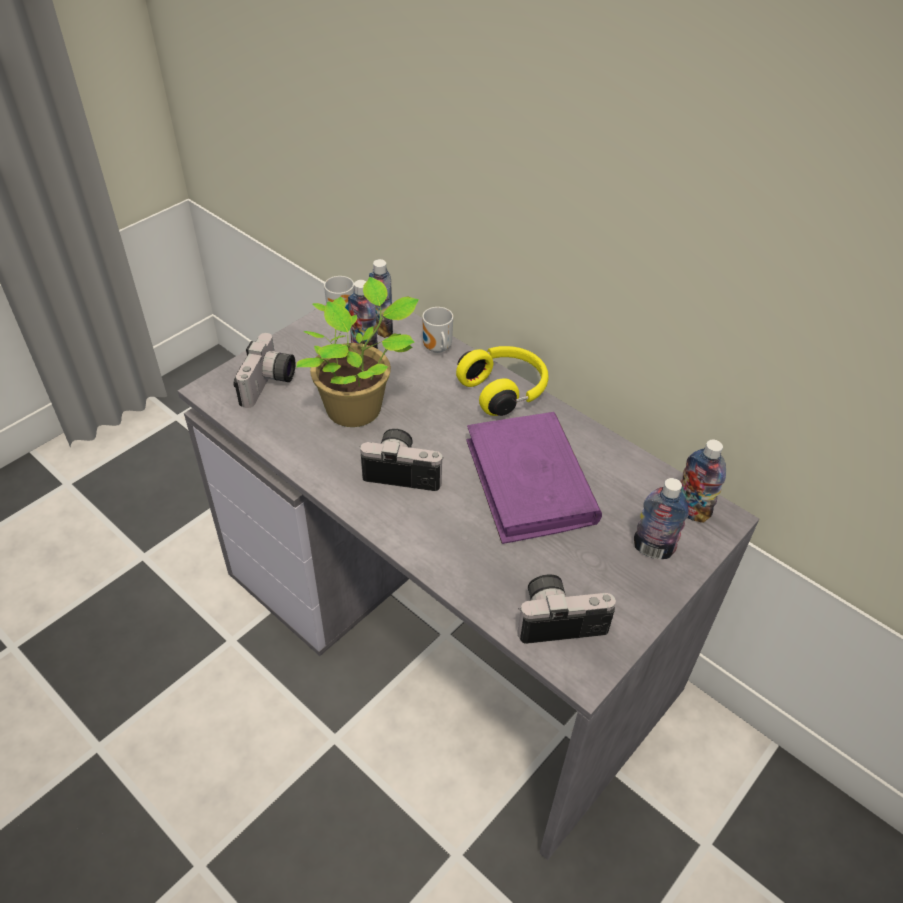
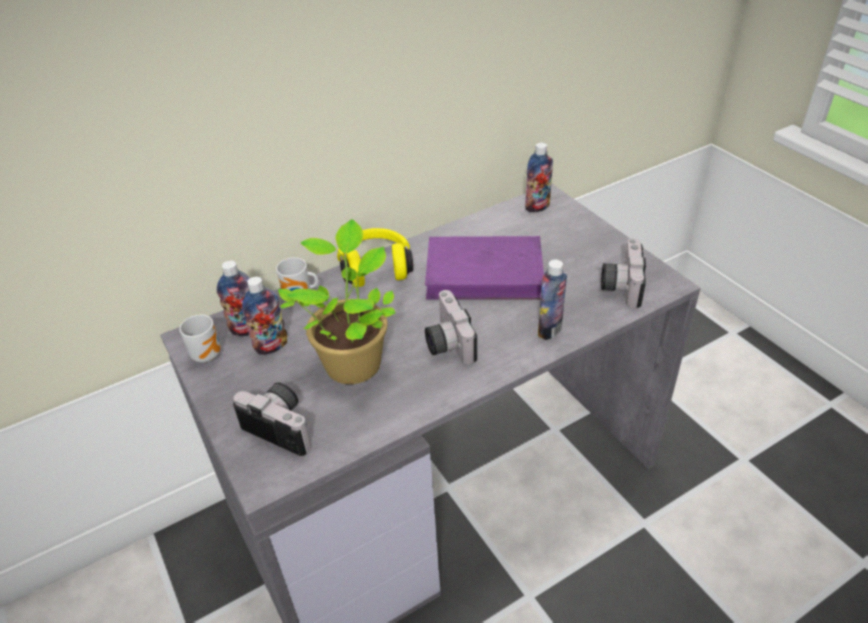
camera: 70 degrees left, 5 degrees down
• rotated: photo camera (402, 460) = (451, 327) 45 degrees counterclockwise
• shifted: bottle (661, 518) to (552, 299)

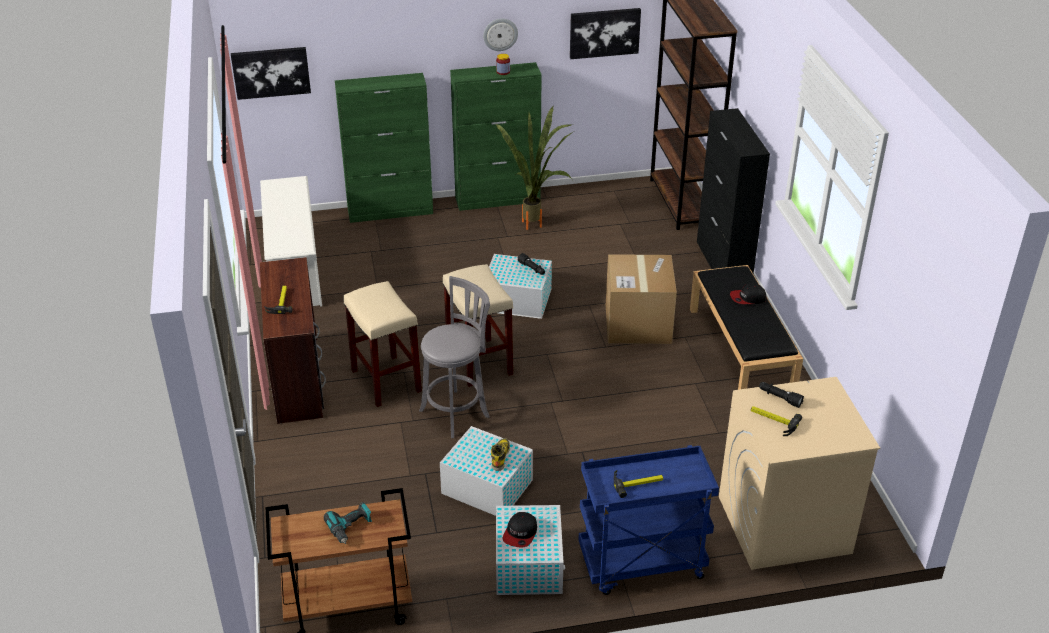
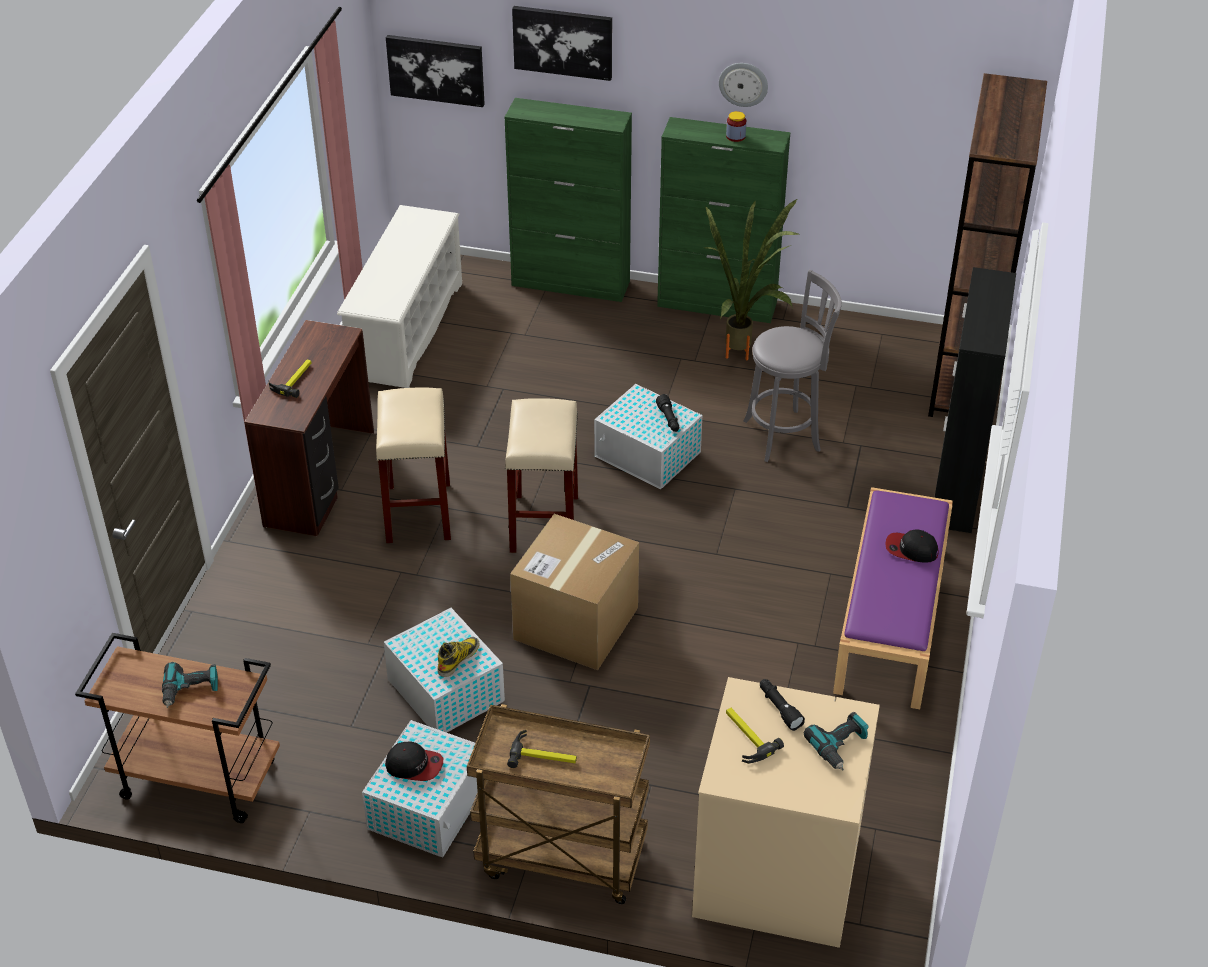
camera: 25 degrees right, 5 degrees up
• rotated: cap (520, 530) = (414, 761) 120 degrees counterclockwise
• repainted: blue cart (648, 520) to brown cart (558, 804)
• shifted: cardboard box (641, 299) to (574, 592)
• shifted: picture (605, 33) to (562, 43)
• shifted: grey stool (454, 357) to (792, 366)
• new: power drill (836, 741)
• repainted: black bench (746, 327) to purple bench (893, 598)

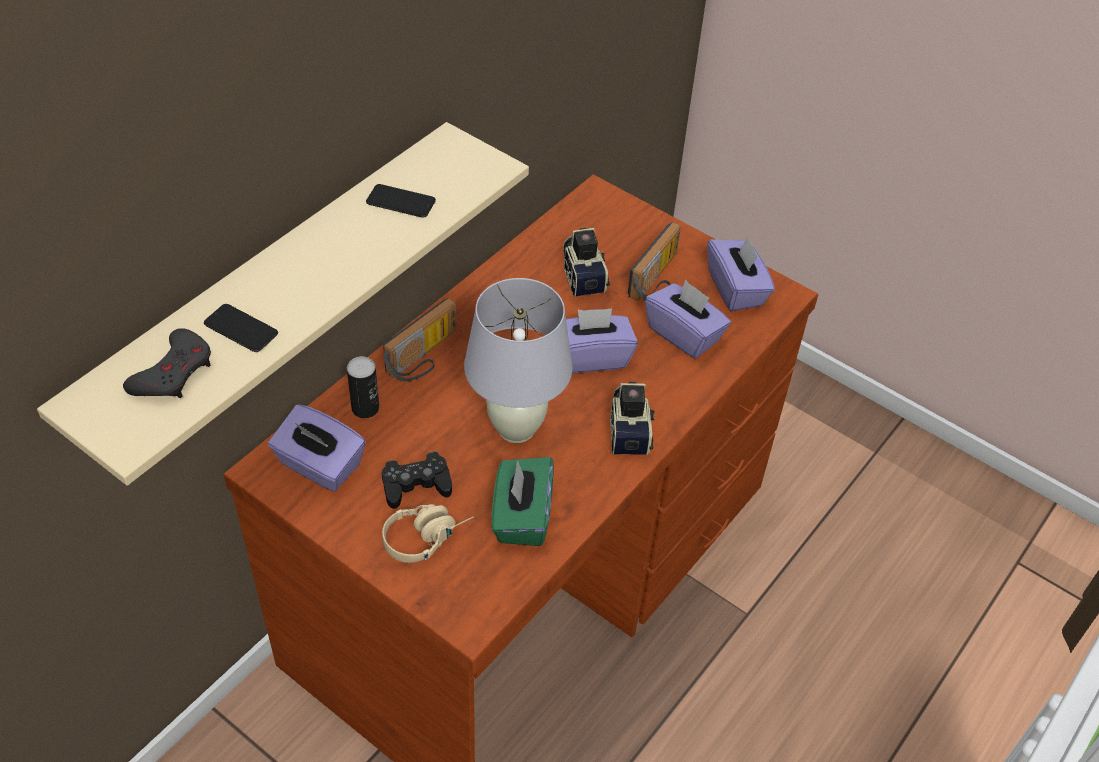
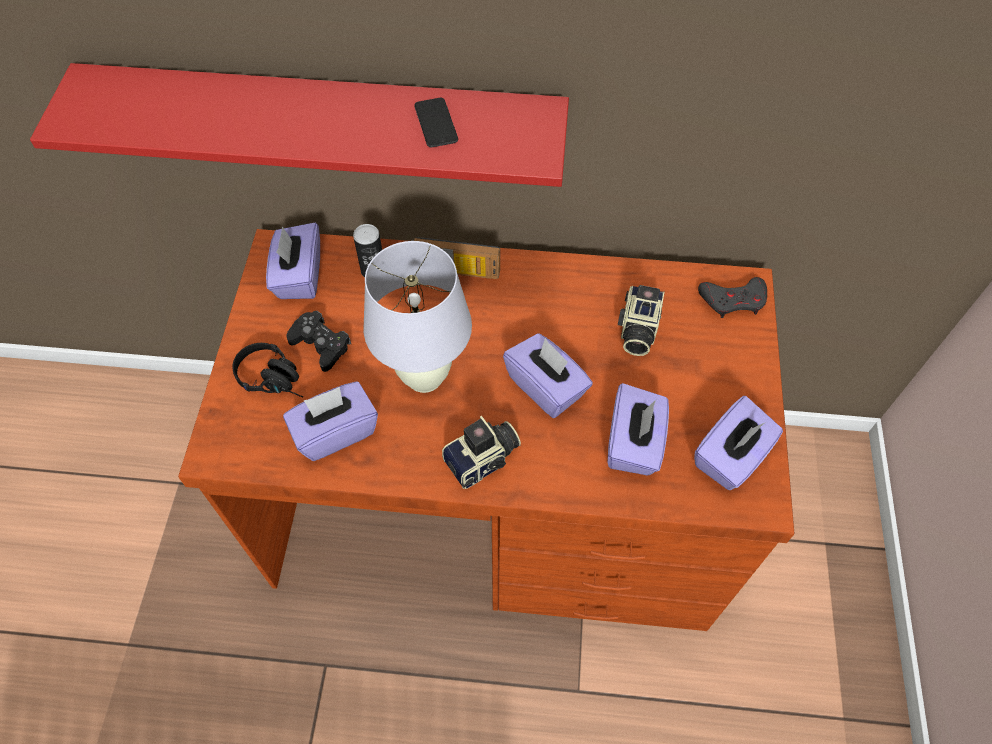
camera: 60 degrees right, 10 degrees up
• repainted: beige shelf (283, 304) to red shelf (299, 125)
• repainted: beige headphones (428, 533) to black headphones (267, 370)
• repainted: green tissue box (523, 501) to purple tissue box (330, 421)
• rotated: photo camera (586, 262) = (641, 320) 150 degrees clockwise
• shifted: grey game controller (167, 363) to (732, 297)
• gone: phone (241, 328)
• gone: radio (654, 261)

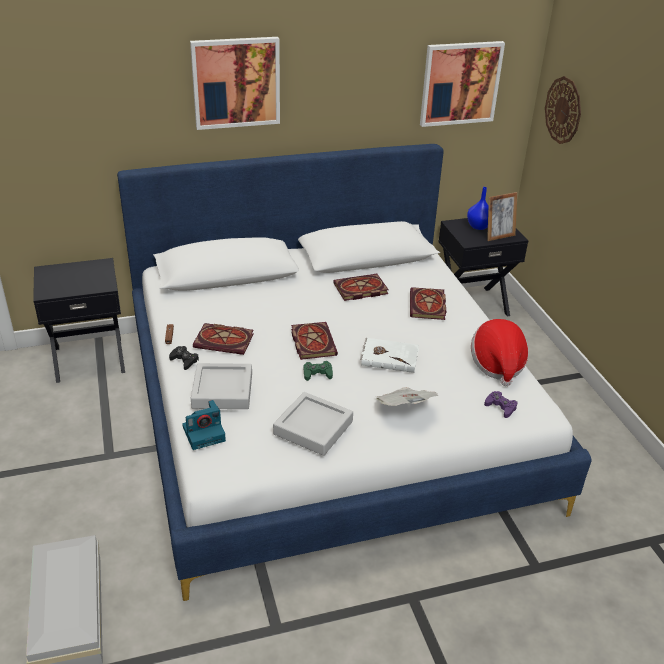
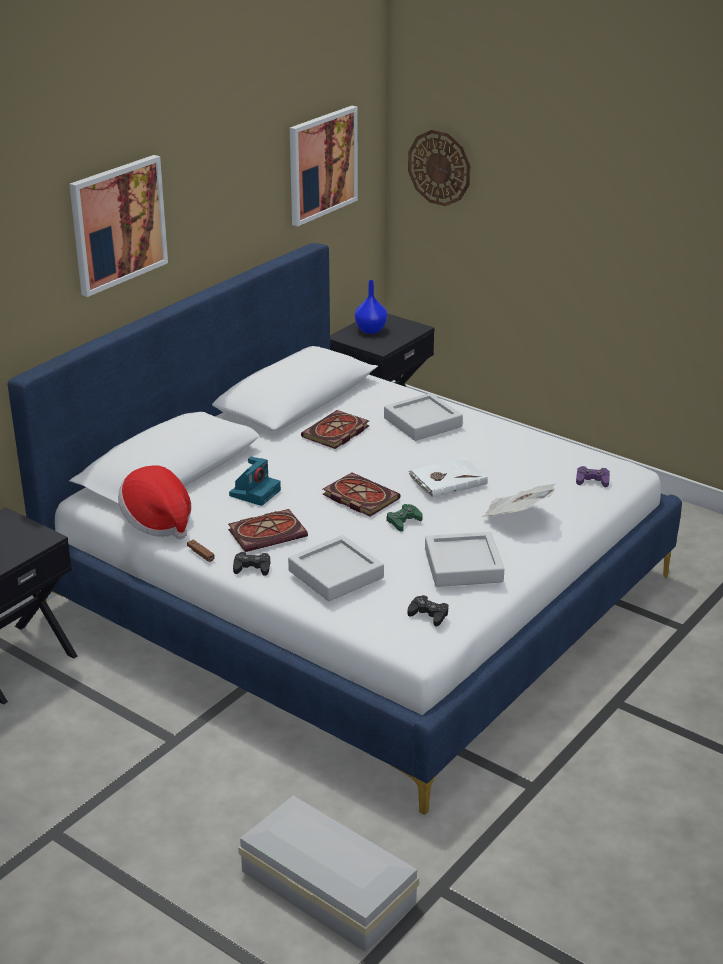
camera: 35 degrees left, 5 degrees down
• shifted: hat (500, 352) to (155, 502)
• shifted: photo camera (204, 425) to (255, 481)
• swapped: book (428, 303) to grey tray (423, 417)
• new: black game controller (428, 611)
• gone: picture frame (502, 216)

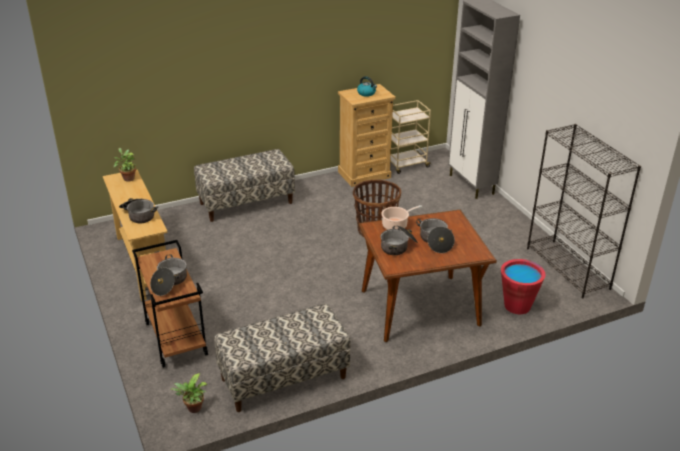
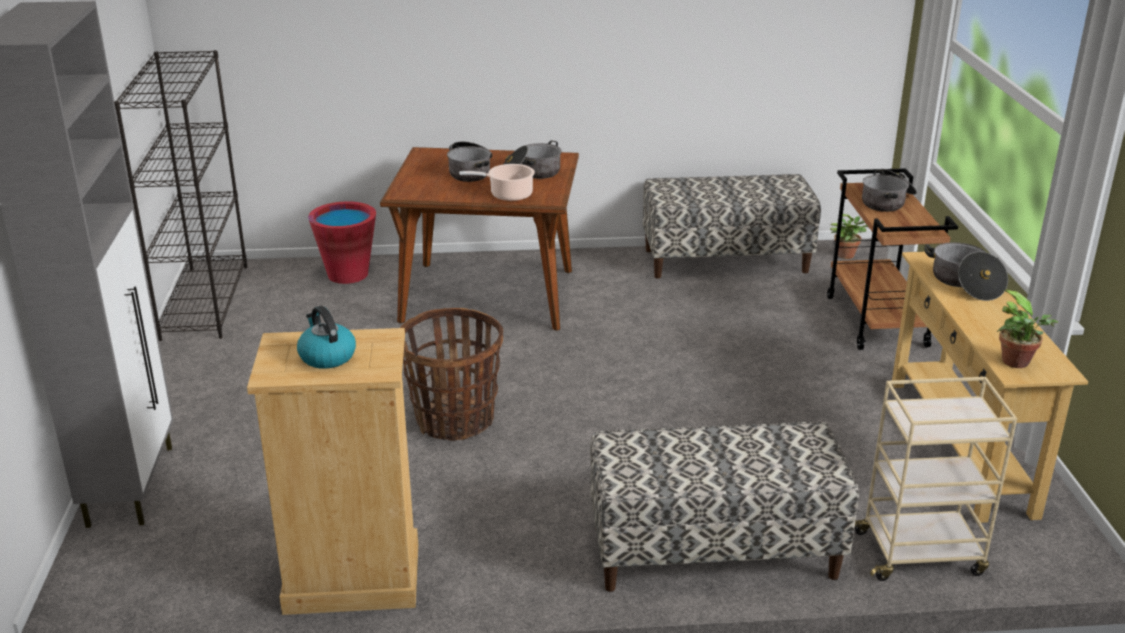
camera: 160 degrees left, 5 degrees down
• shifted: beige cart (411, 137) to (936, 479)

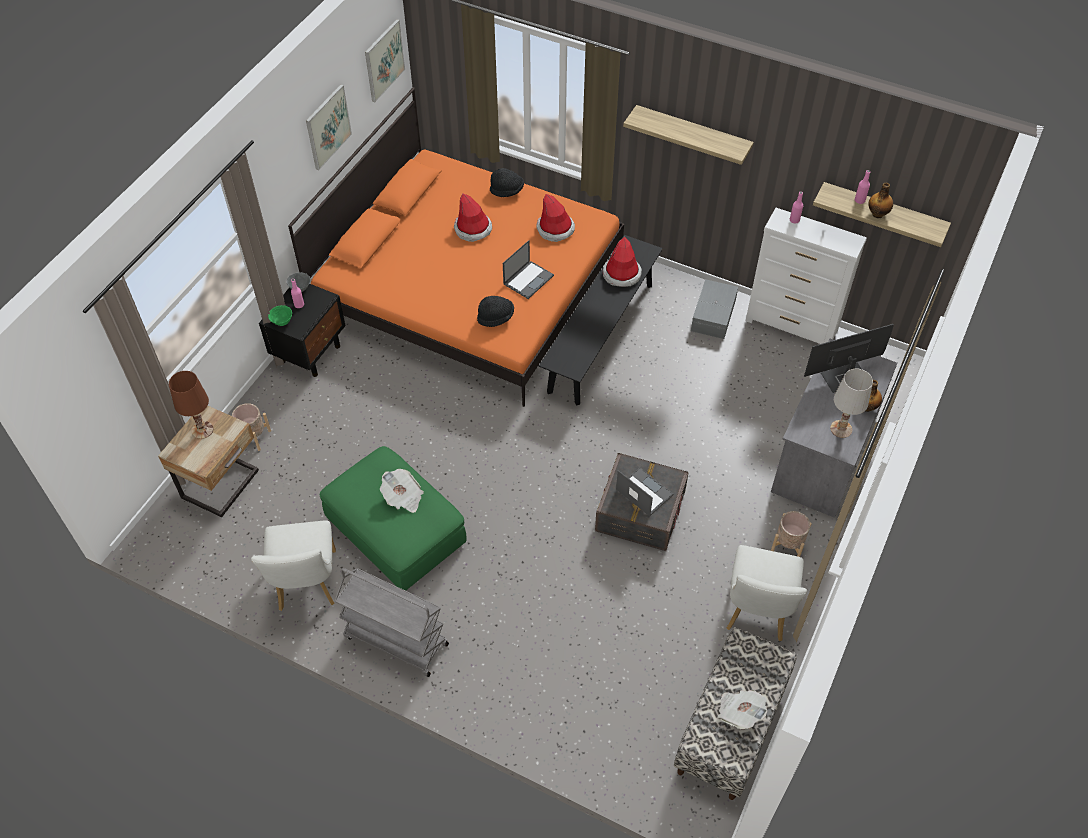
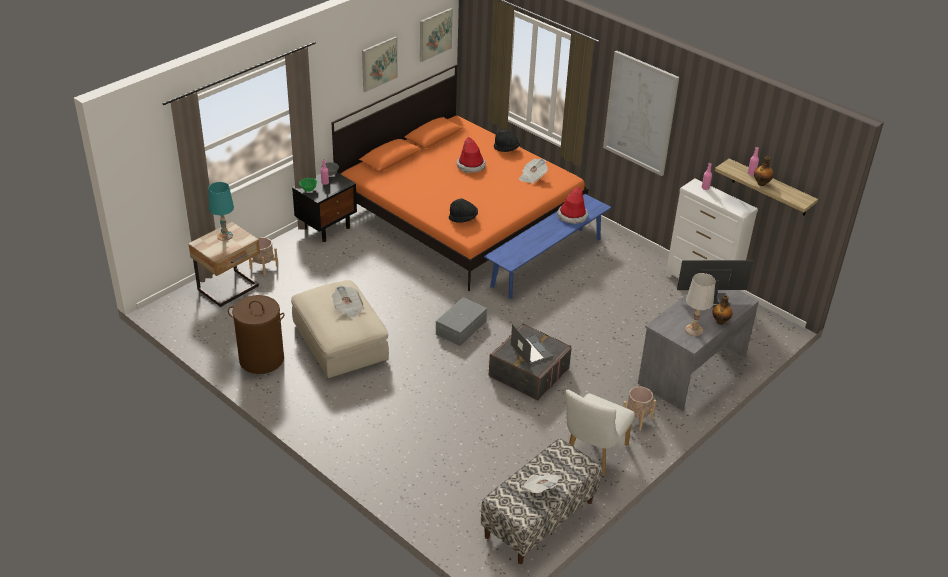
camera: 15 degrees right, 15 degrees down
• repainted: brown table lamp (191, 405) to turquoise table lamp (221, 211)
• swapped: white chair (293, 565) to brown laundry basket (256, 334)
• repainted: green ottoman (393, 518) to beige ottoman (340, 329)
• shifted: grey storage box (714, 309) to (461, 321)
• repainted: black bench (601, 320) to blue bench (547, 246)
• swapped: hat (555, 218) to newspaper (533, 171)
• swapped: shelf (688, 135) to picture (641, 113)
• gone: grey cart (392, 622)
• gone: laptop (528, 269)

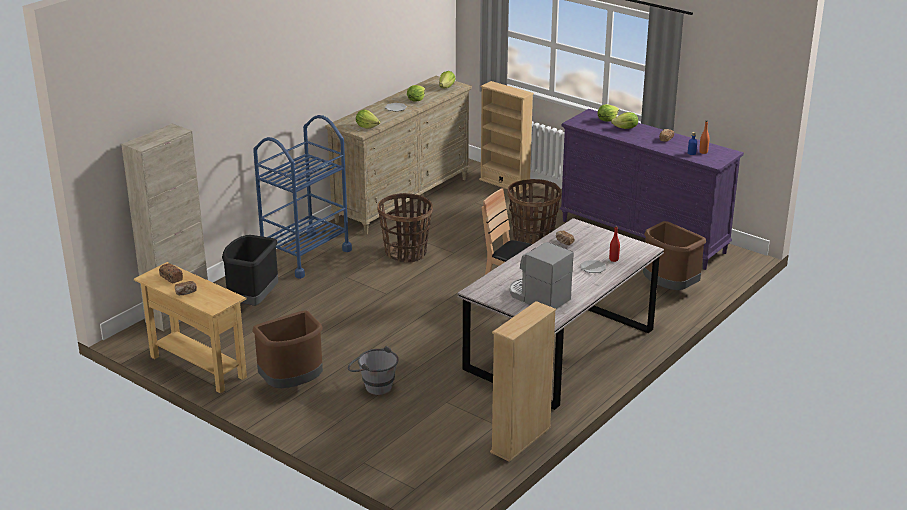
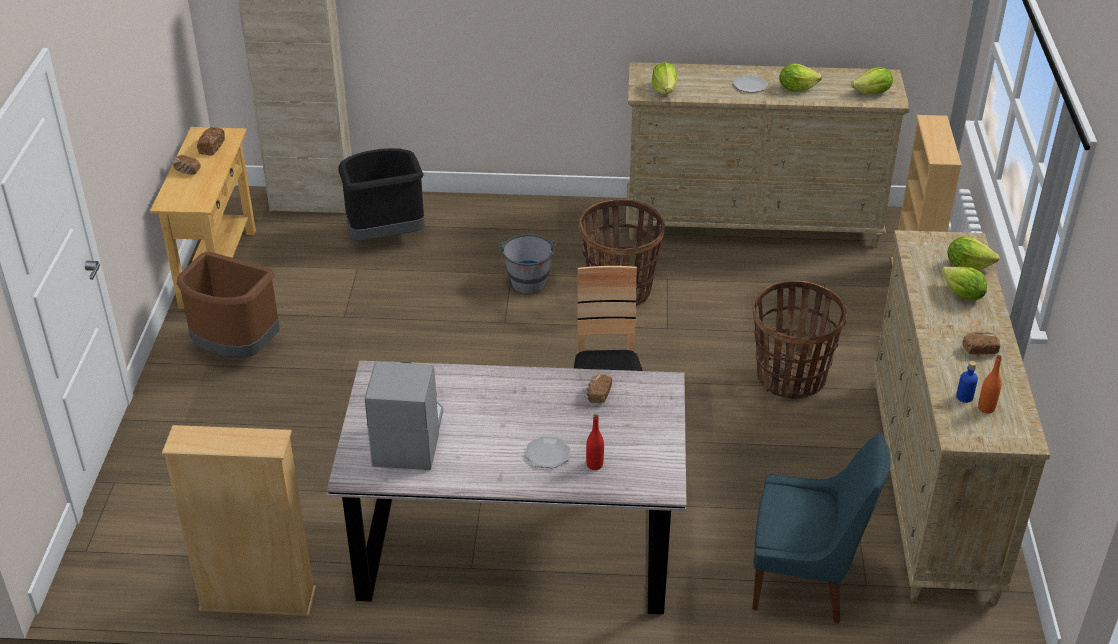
camera: 55 degrees right, 10 degrees up
• shifted: grey bucket (373, 370) to (527, 264)
• swapped: brown trash can (674, 255) to blue chair (821, 528)
• repainted: purple dresser (651, 189) to beige dresser (961, 417)
• gone: blue cart (302, 197)

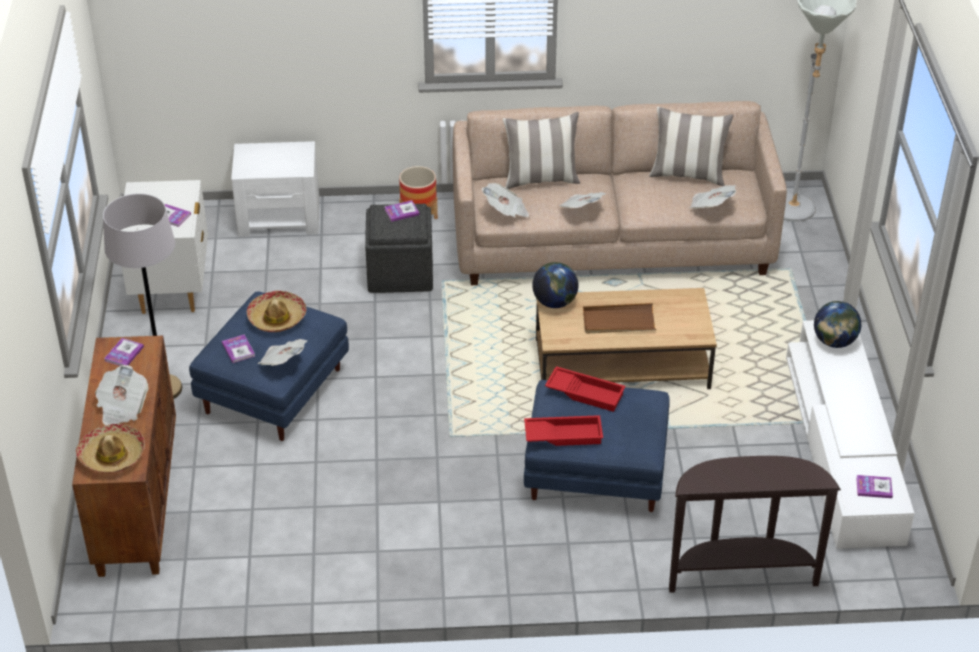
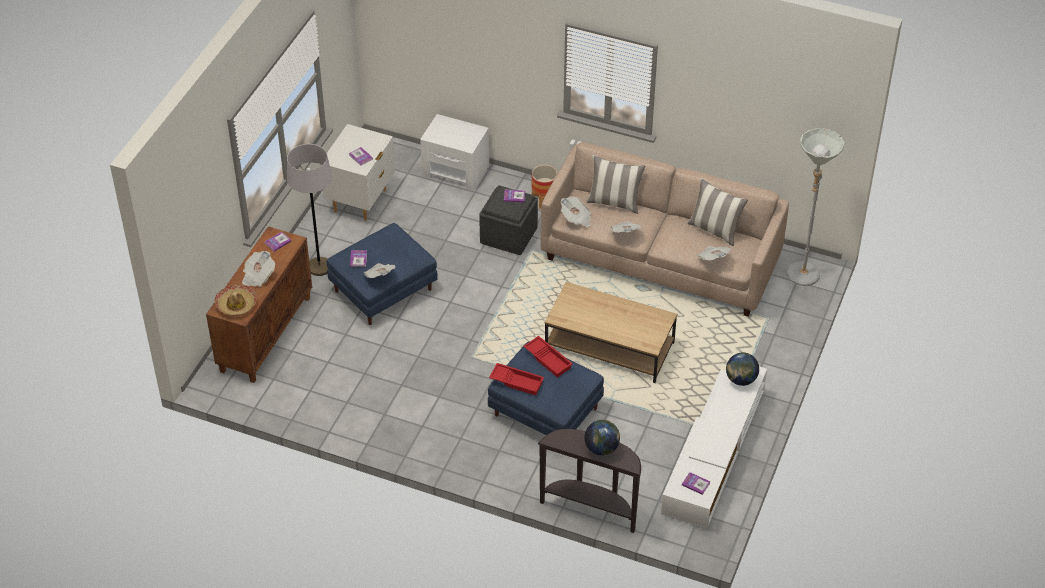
camera: 25 degrees right, 5 degrees up
• shifted: globe (555, 285) to (602, 438)
• gone: hat (276, 311)
• gone: brown tray (619, 318)

